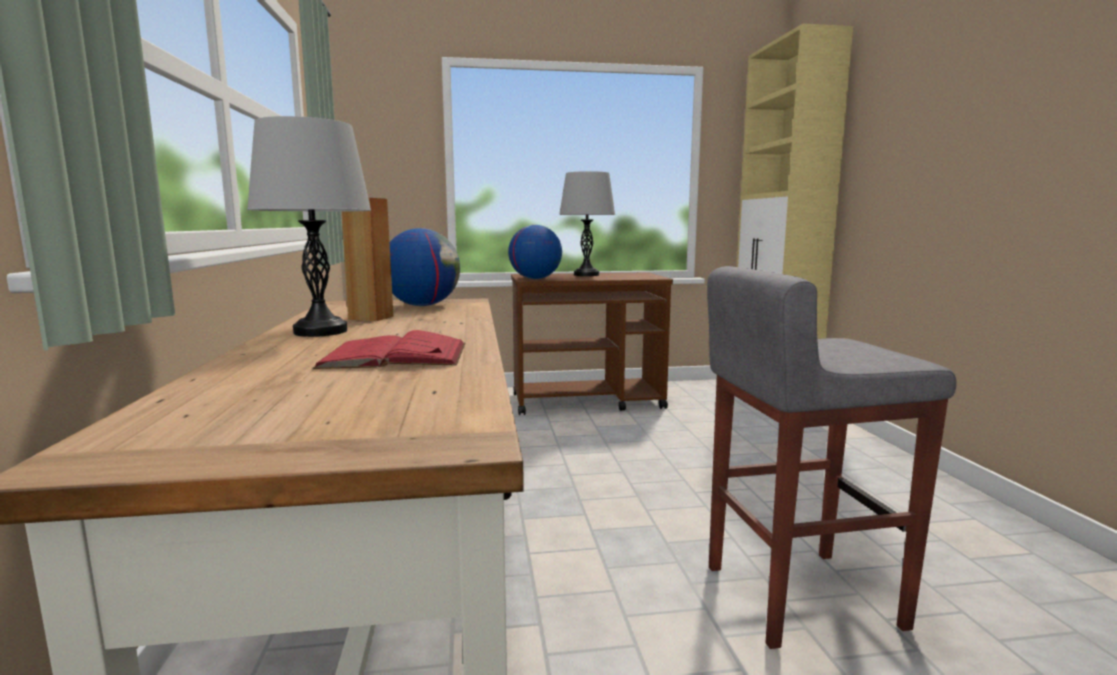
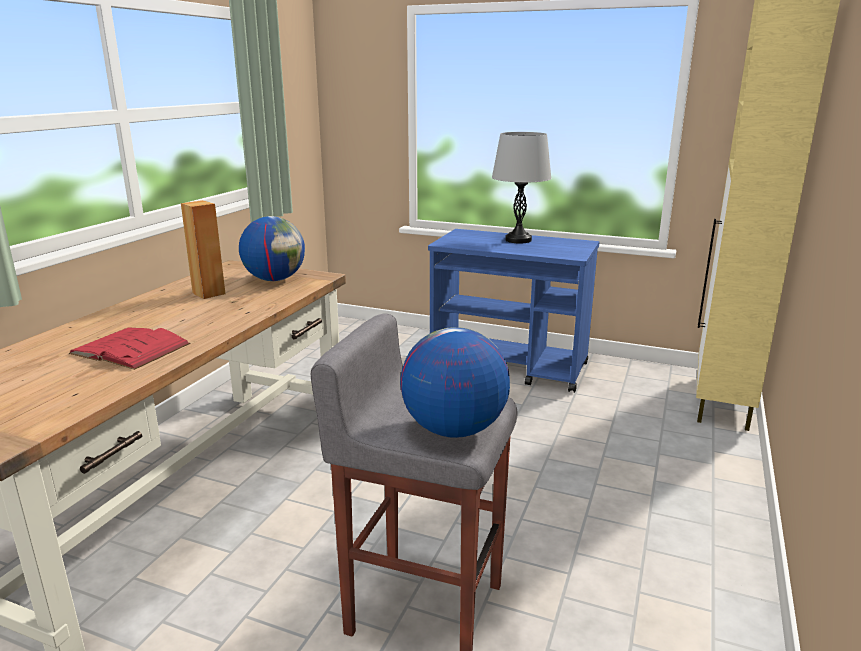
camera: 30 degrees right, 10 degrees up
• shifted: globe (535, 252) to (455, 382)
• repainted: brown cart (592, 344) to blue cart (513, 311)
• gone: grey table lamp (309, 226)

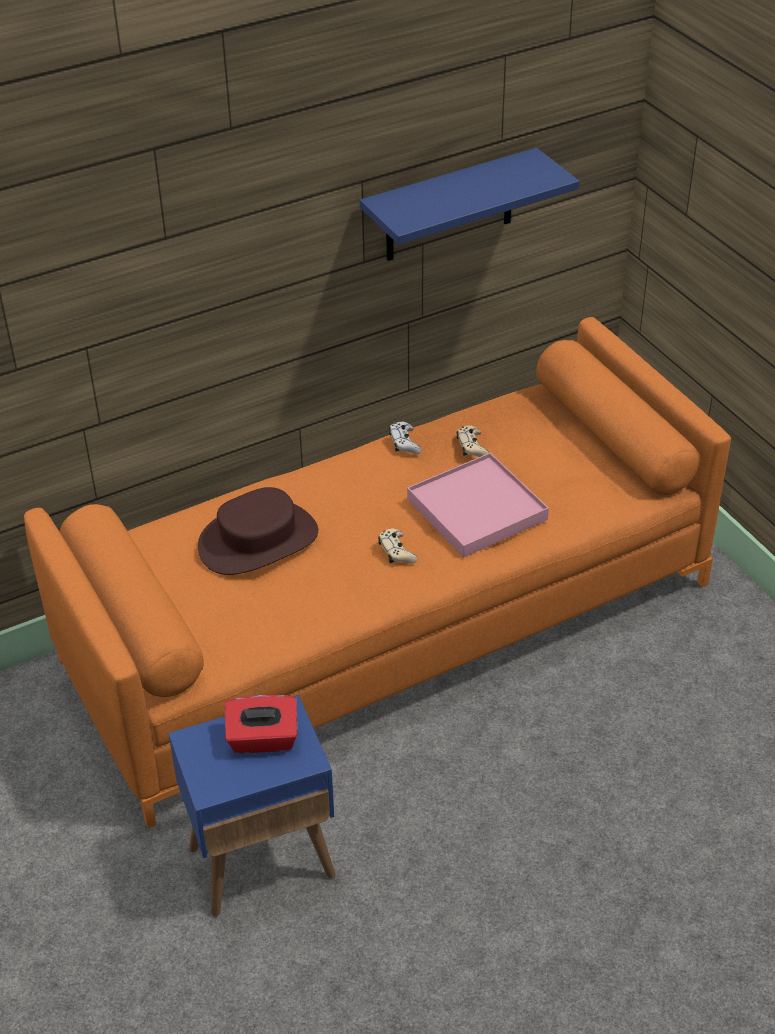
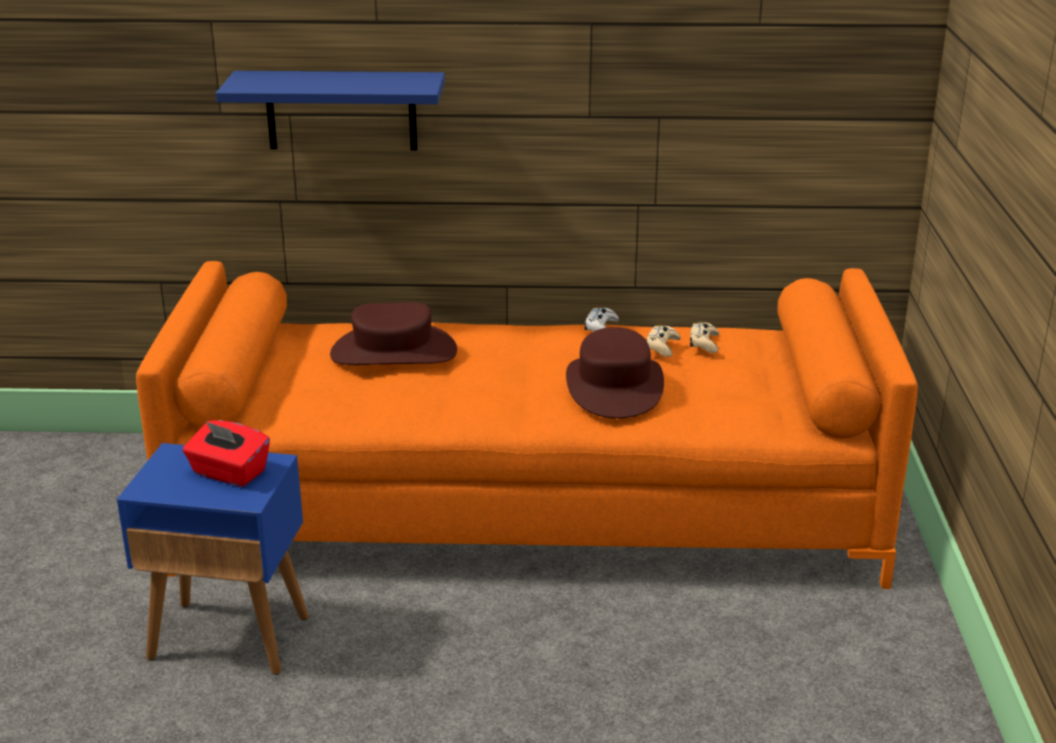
camera: 30 degrees right, 15 degrees down
• shifted: blue shelf (469, 204) to (330, 111)
• swapped: pink tray (478, 505) to brown hat (615, 372)
• shifted: beige game controller (397, 546) to (704, 337)

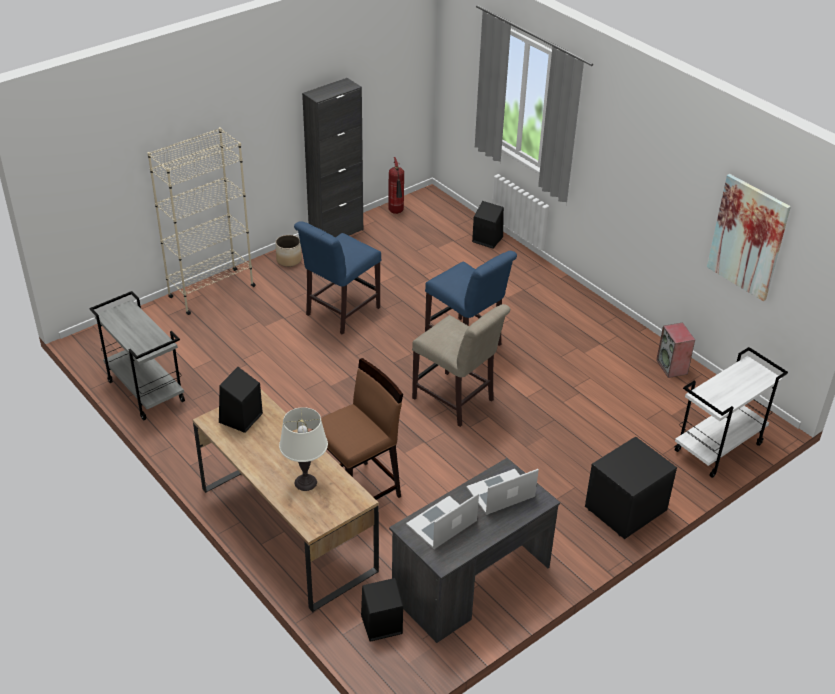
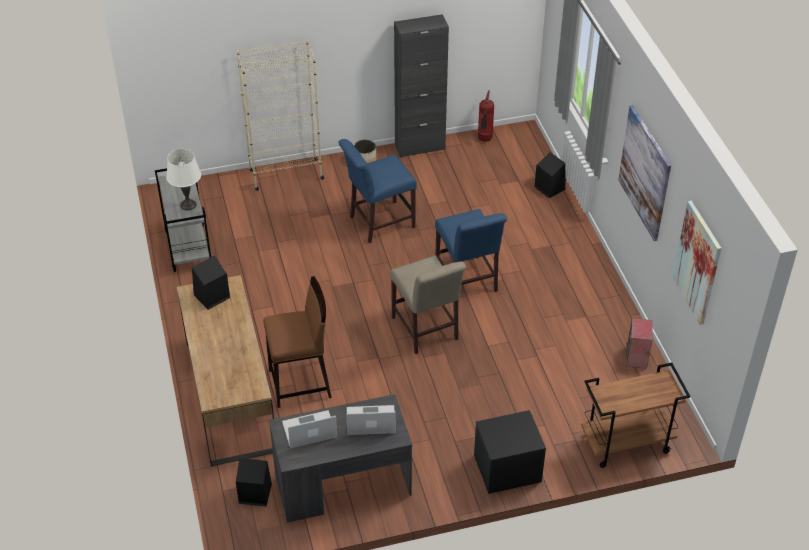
camera: 25 degrees right, 5 degrees up
• shifted: white table lamp (303, 449) to (183, 180)
• repainted: white cart (731, 412) to brown cart (635, 415)
• new: picture (644, 173)

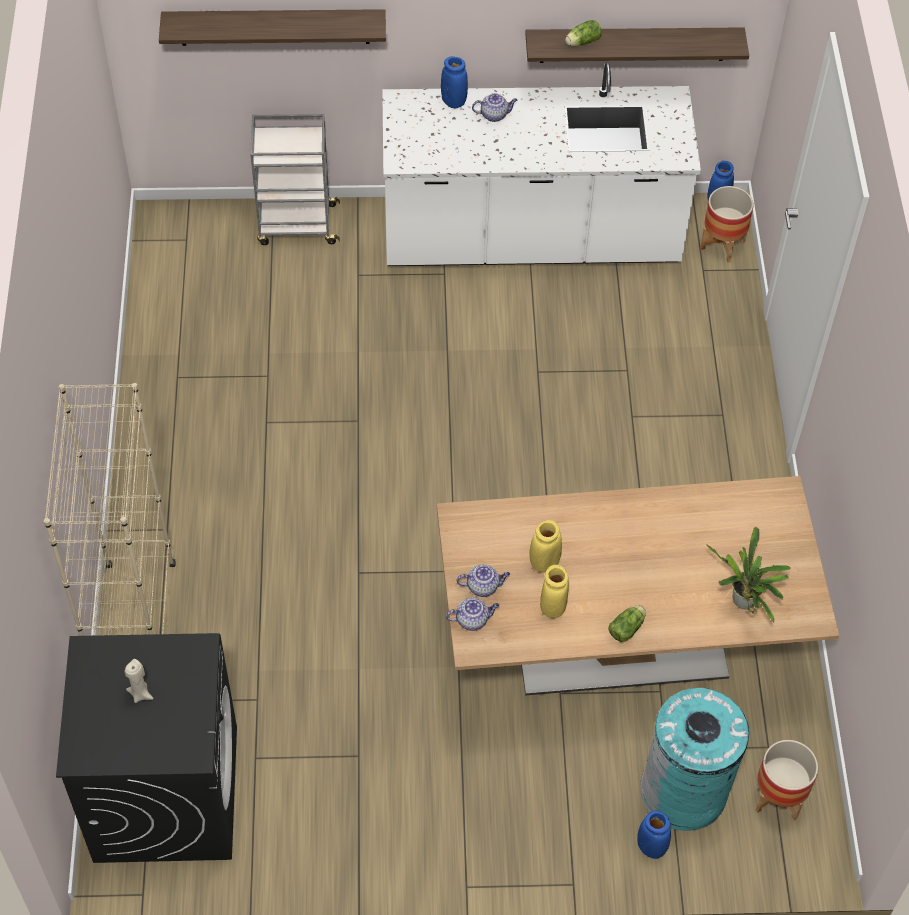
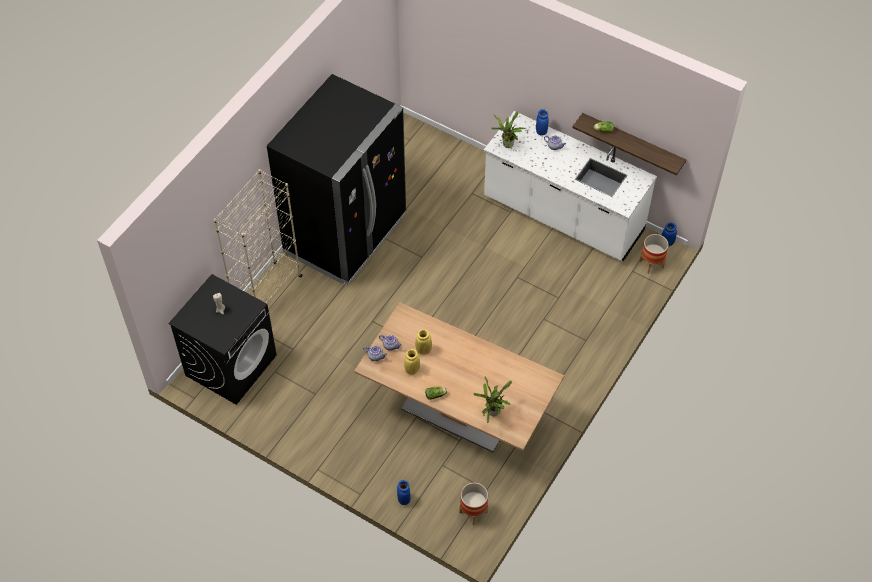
camera: 35 degrees right, 0 degrees up
• new: black fridge (336, 179)
• new: potted plant (508, 130)
• gone: shelf (272, 27)
• gone: grey cart (295, 179)
• gone: turquoise trash can (694, 759)

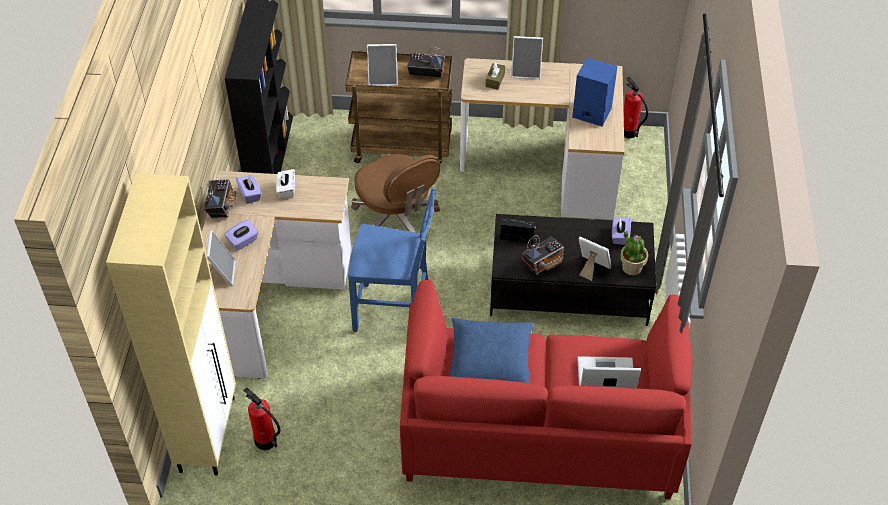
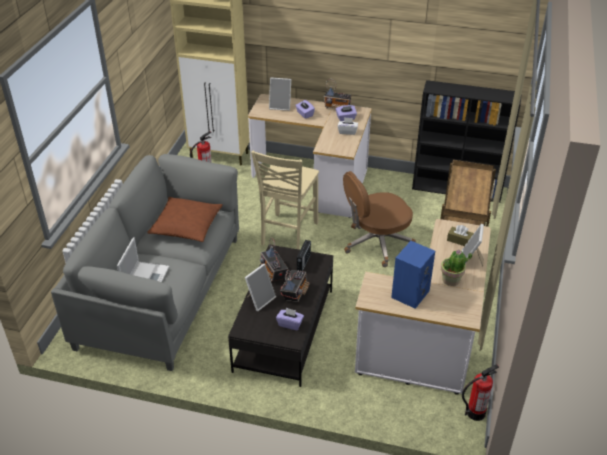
camera: 100 degrees right, 10 degrees down
• repainted: red sofa (546, 389) to grey sofa (145, 262)
• repainted: blue pillow (491, 350) to brown pillow (185, 219)
• repainted: blue chair (392, 259) to beige chair (285, 199)
• shifted: radio (426, 63) to (295, 286)
• shifted: potted plant (634, 253) to (456, 268)
• gone: picture frame (382, 65)

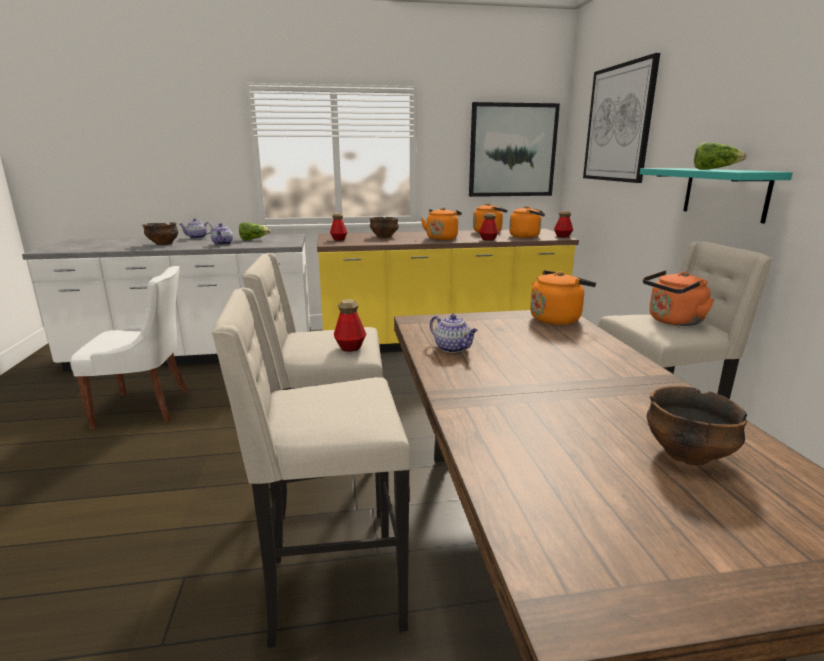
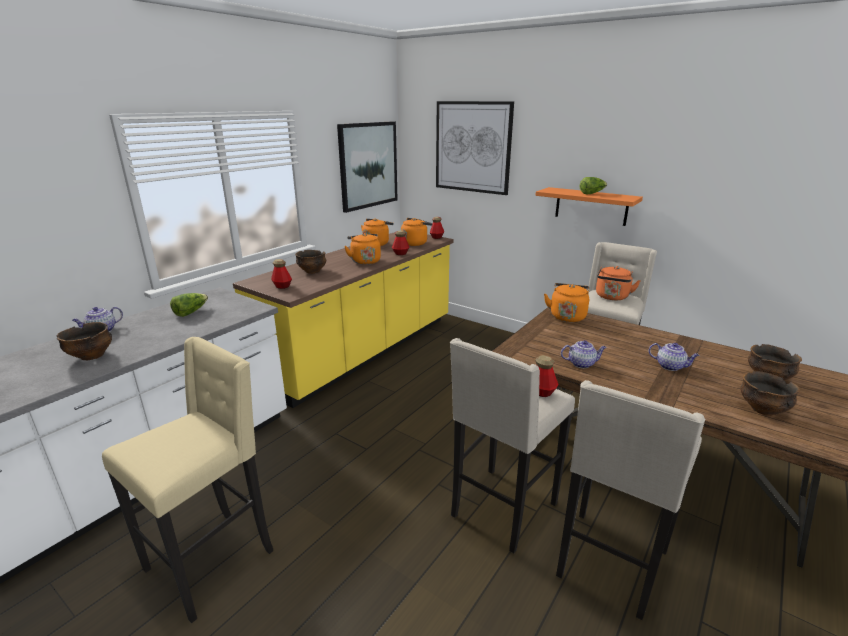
camera: 45 degrees left, 5 degrees up
• swapped: white chair (129, 347) to beige stool (187, 480)
• repainted: turquoise shelf (716, 196) to orange shelf (589, 206)
• shifted: teapot (222, 234) to (674, 357)
• new: bowl (770, 393)

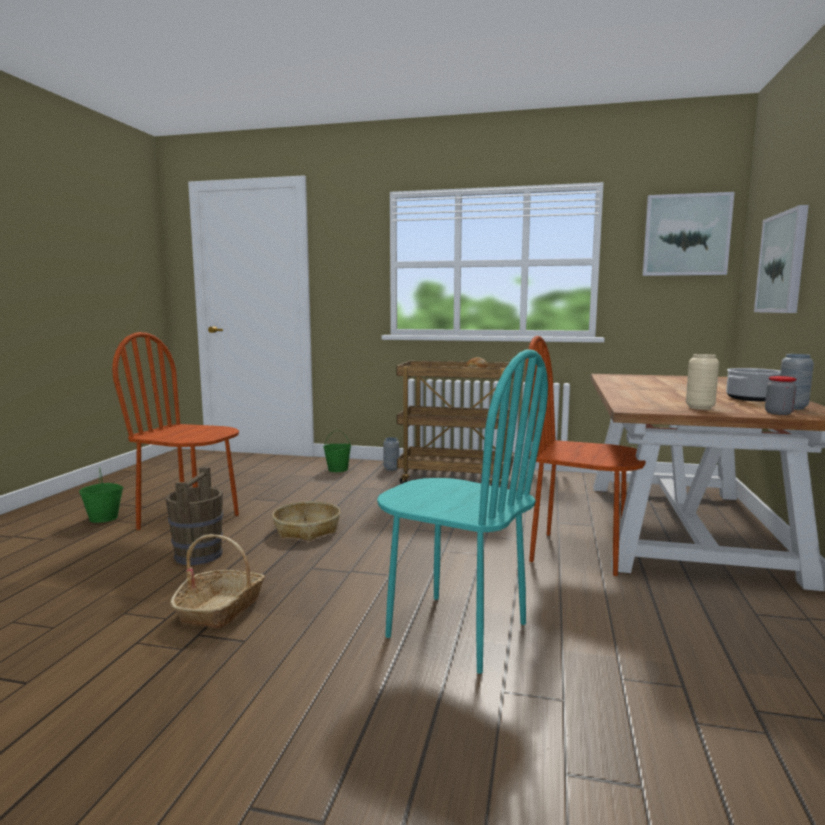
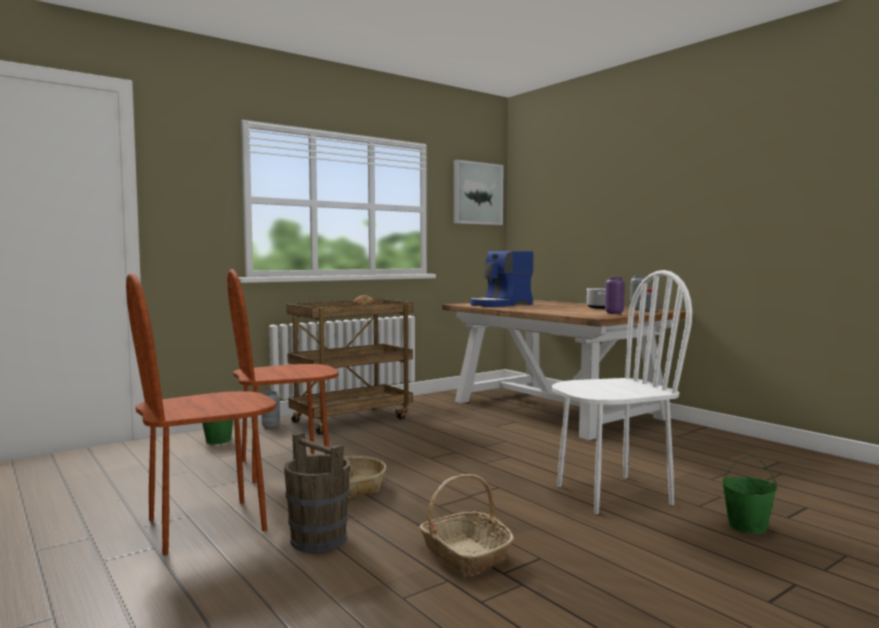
camera: 50 degrees left, 5 degrees down
• shifted: brown chair (586, 456) to (283, 376)
• new: coffee machine (501, 279)
• repainted: turquoise chair (462, 511) to white chair (622, 392)
• repainted: beige vase (702, 382) to purple vase (615, 295)
• shifted: green bucket (101, 495) to (749, 494)
• gone: picture (781, 259)

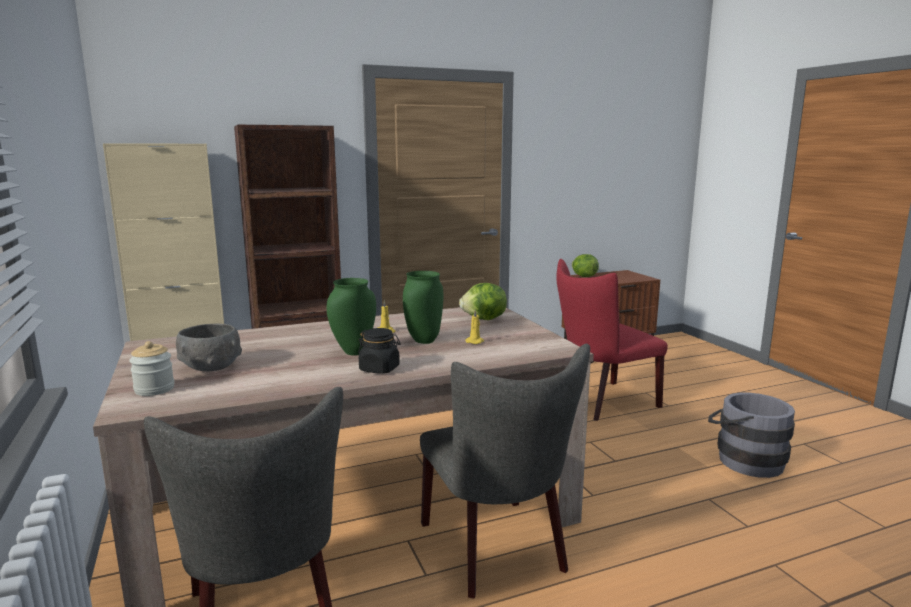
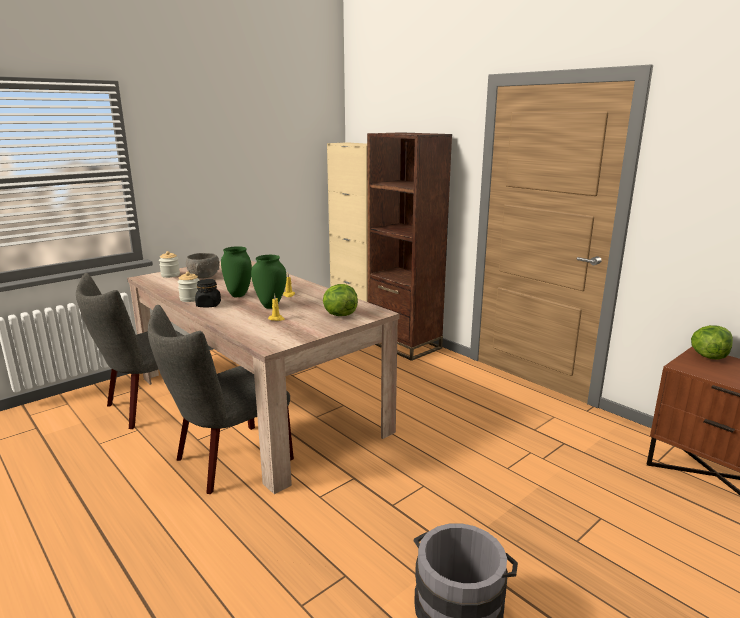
camera: 70 degrees right, 5 degrees up
• new: jar (188, 287)
• gone: red chair (612, 340)

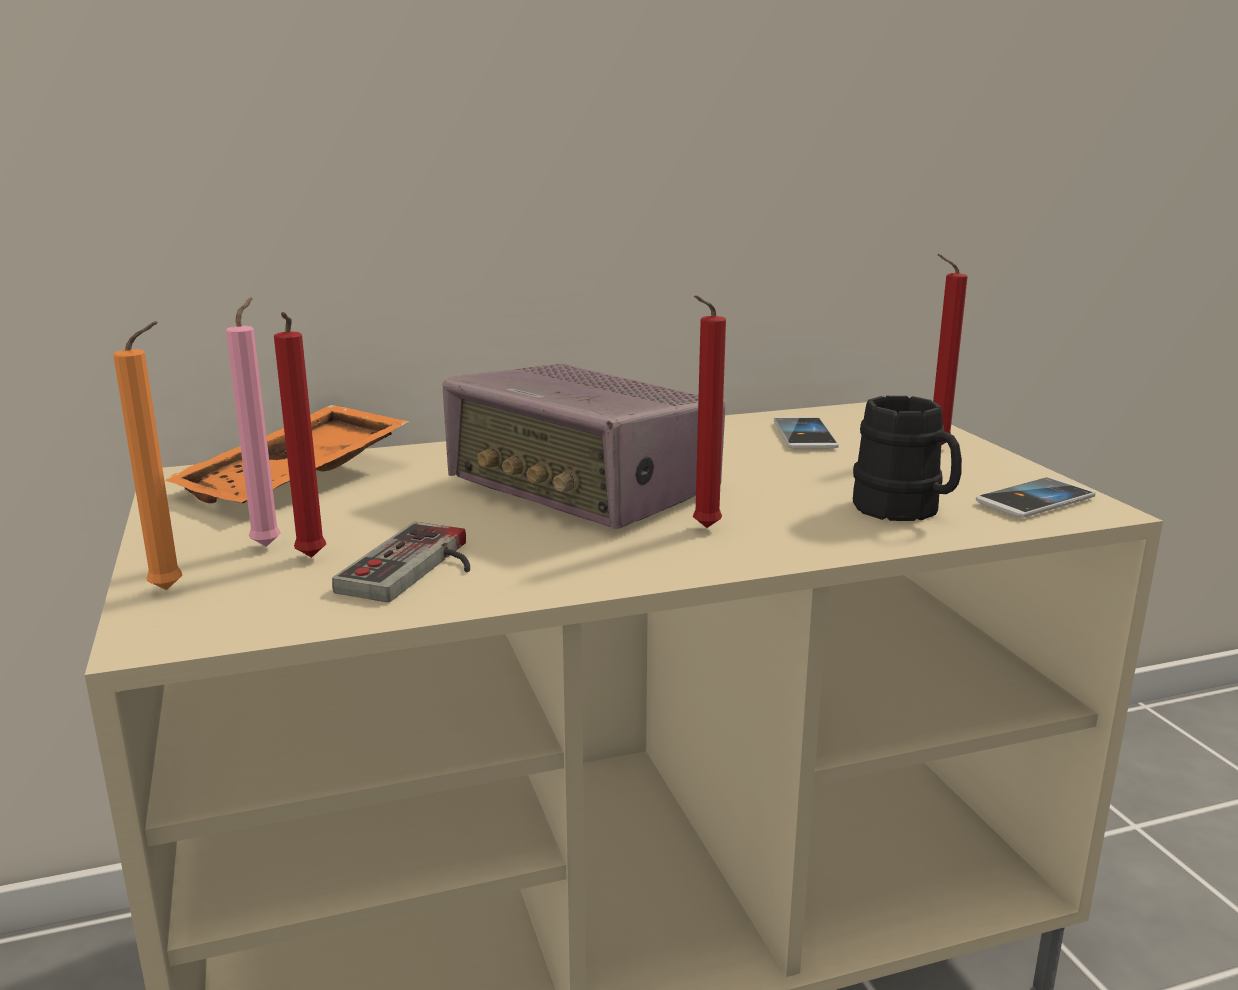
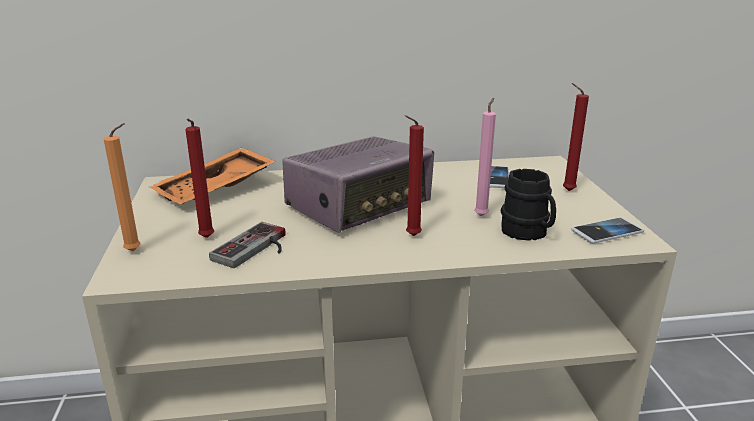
camera: 10 degrees right, 5 degrees up
• rotated: radio (584, 446) = (358, 184) 90 degrees counterclockwise
• shifted: pink candle (253, 422) to (485, 156)

